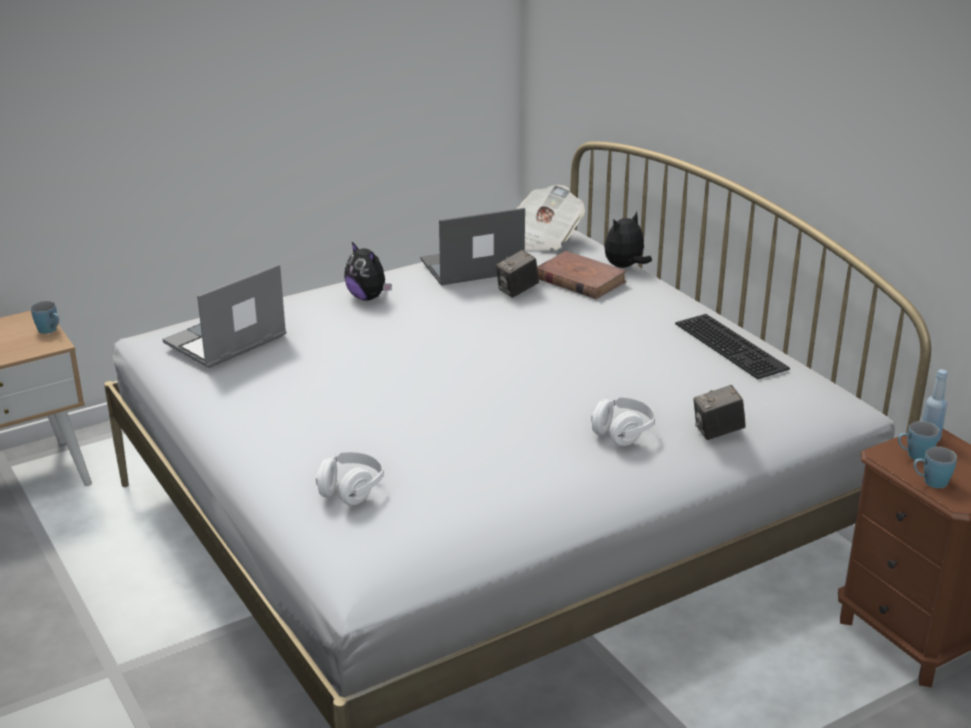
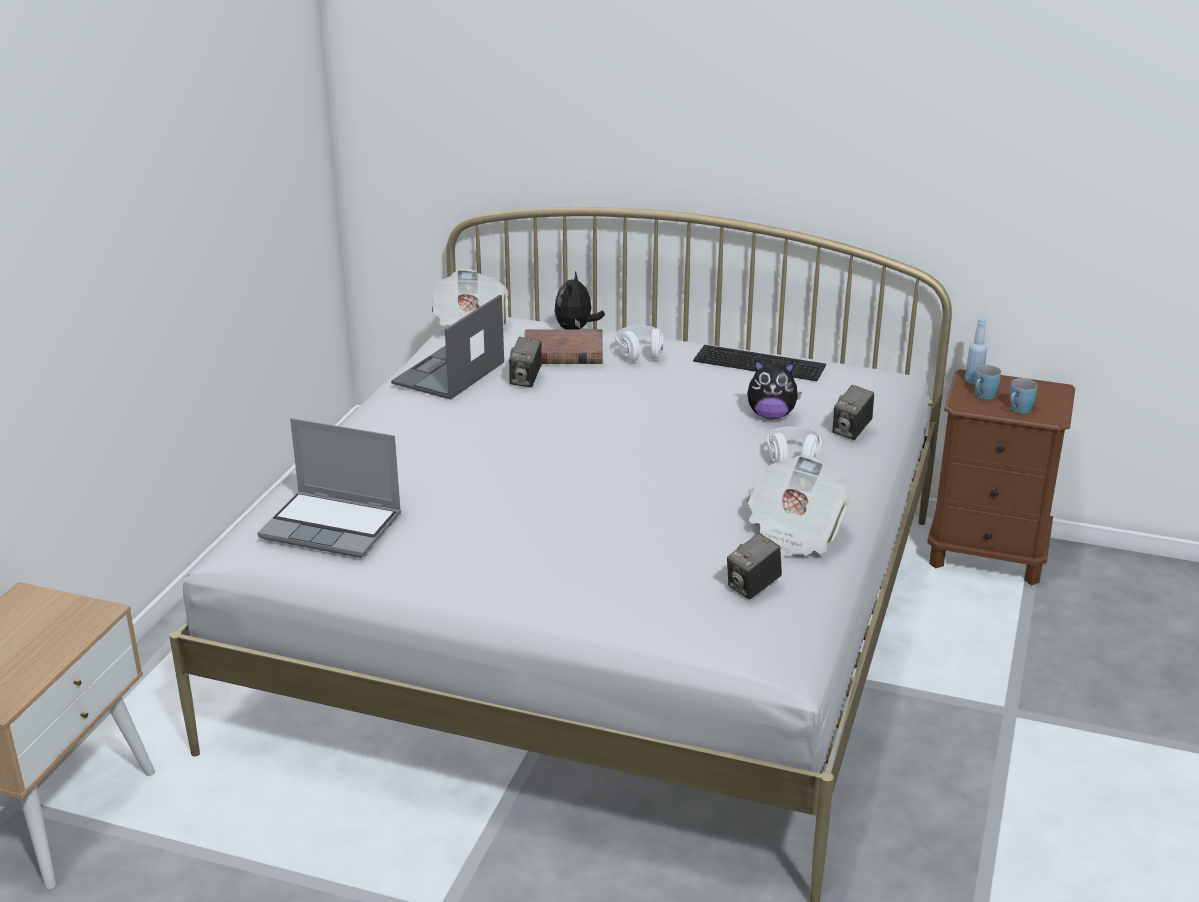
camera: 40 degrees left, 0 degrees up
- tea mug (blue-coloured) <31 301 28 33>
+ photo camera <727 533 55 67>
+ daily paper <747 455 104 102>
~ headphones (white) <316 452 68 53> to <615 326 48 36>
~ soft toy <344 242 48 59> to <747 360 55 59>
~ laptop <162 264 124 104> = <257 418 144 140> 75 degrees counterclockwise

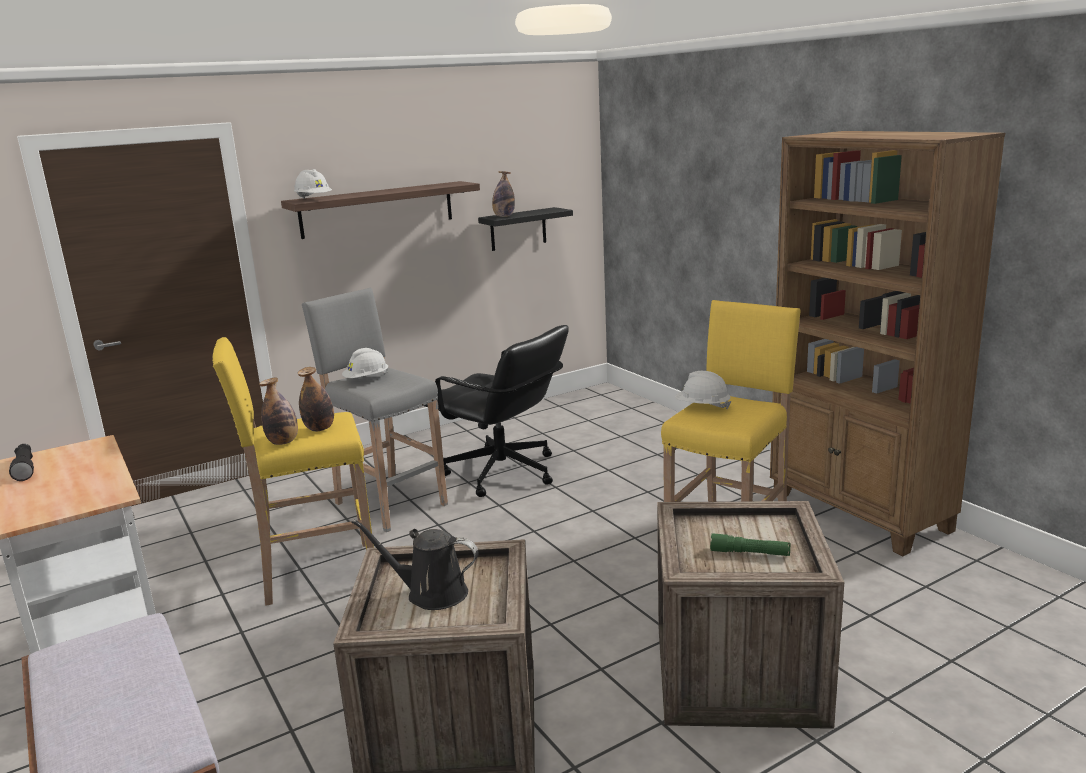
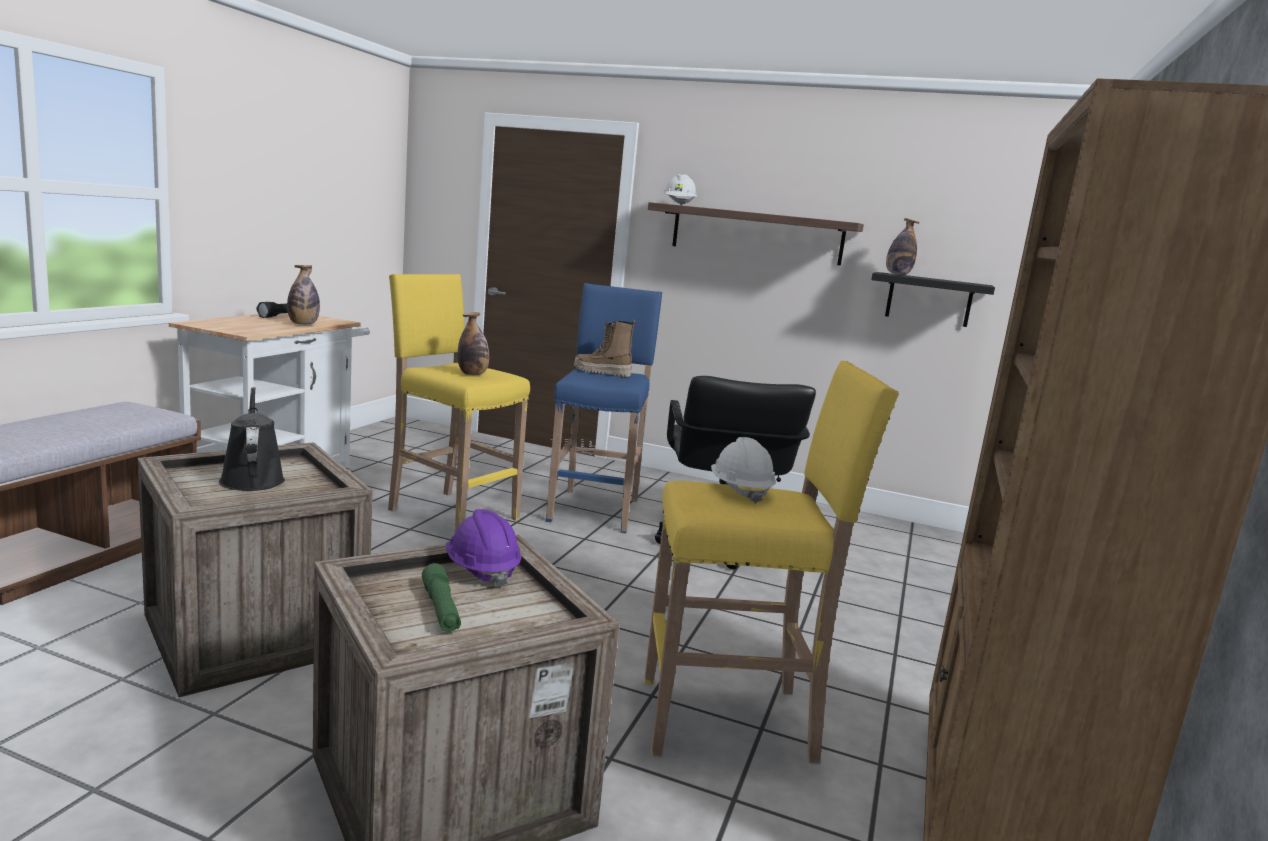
camera: 50 degrees right, 5 degrees down
+ safety helmet (purplish) <446 509 75 79>
~ bottle <259 377 39 68> to <287 265 33 60>
~ safety helmet (white) <342 348 46 30> to tall boot <574 320 61 57>
~ stool (greyish) <302 288 146 244> to stool (blue-coloured) <546 283 116 250>

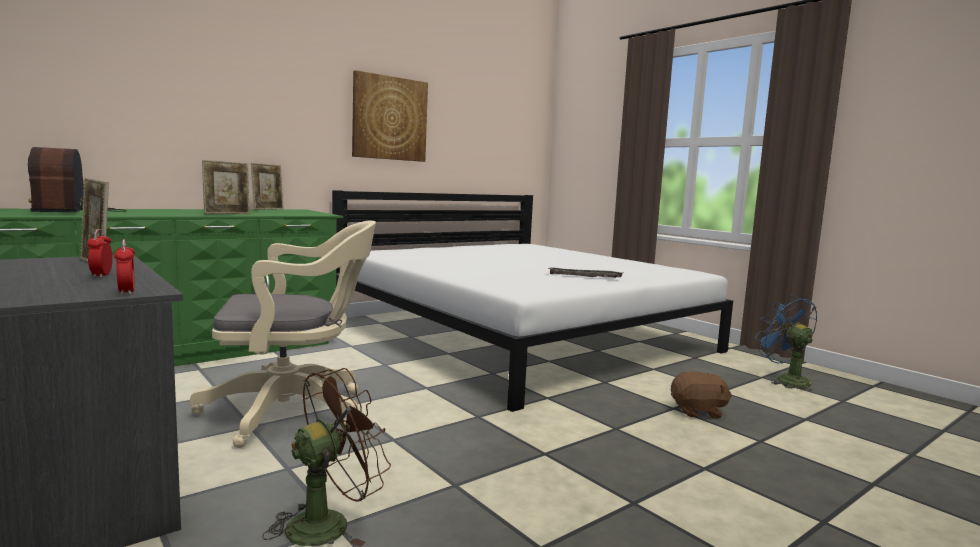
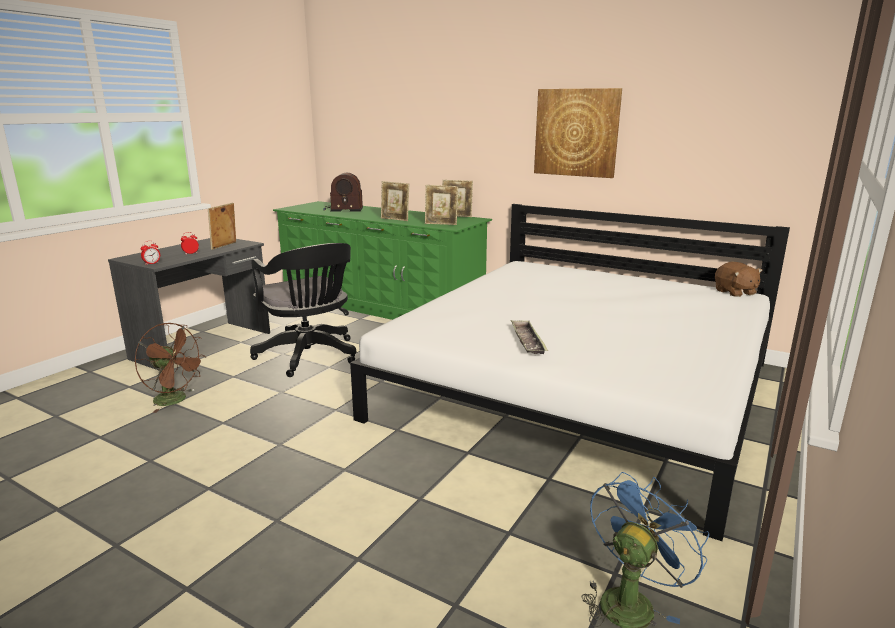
camera: 70 degrees right, 10 degrees up
+ standing frame <425 185 33 40>
~ soft toy (brown) <671 372 61 46> to <715 261 47 36>
~ desk chair (beige-coloured) <190 221 186 227> to desk chair (black-coloured) <250 243 107 134>
~ radio set <28 147 99 65> = <323 173 40 38> 135 degrees counterclockwise

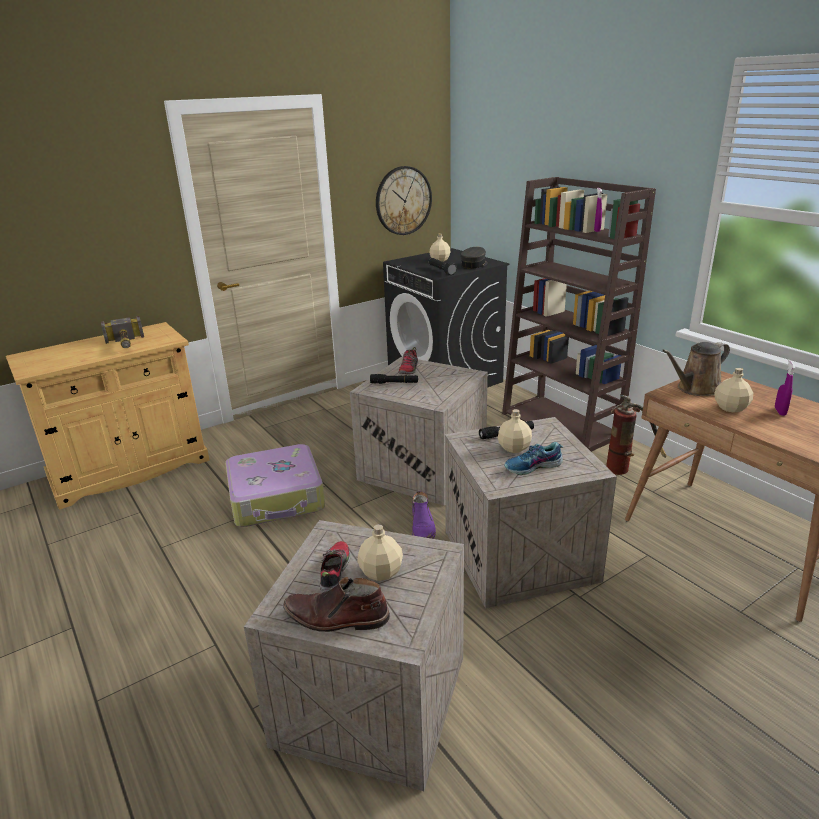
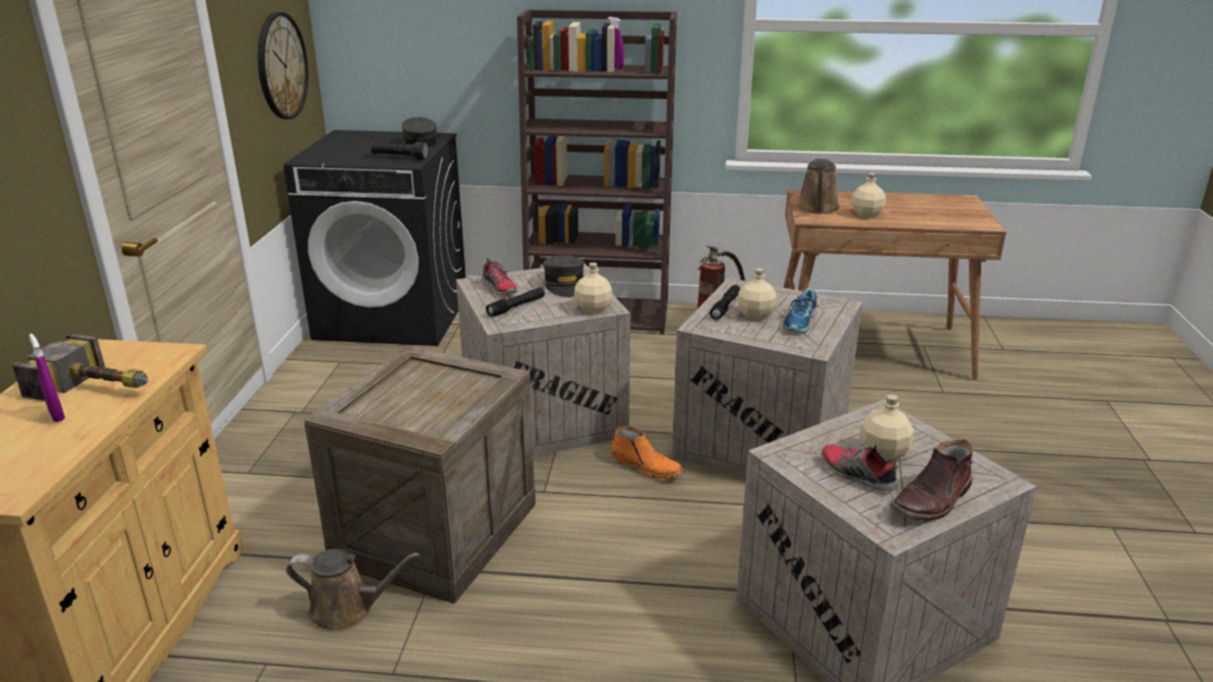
camera: 50 degrees left, 0 degrees up
+ watering pot (brown) <286 549 134 83>
+ cap (greyish) <543 255 41 42>
~ bottle (beige-coloured) <430 233 20 29> to <574 262 39 51>
~ spray bottle (purplish) <775 360 21 56> to <29 334 36 88>
~ piece of luggage <225 444 100 83> to shipping crate <304 346 232 258>
~ tall boot (purplish) <412 491 24 48> to tall boot (orange-coloured) <610 426 74 53>

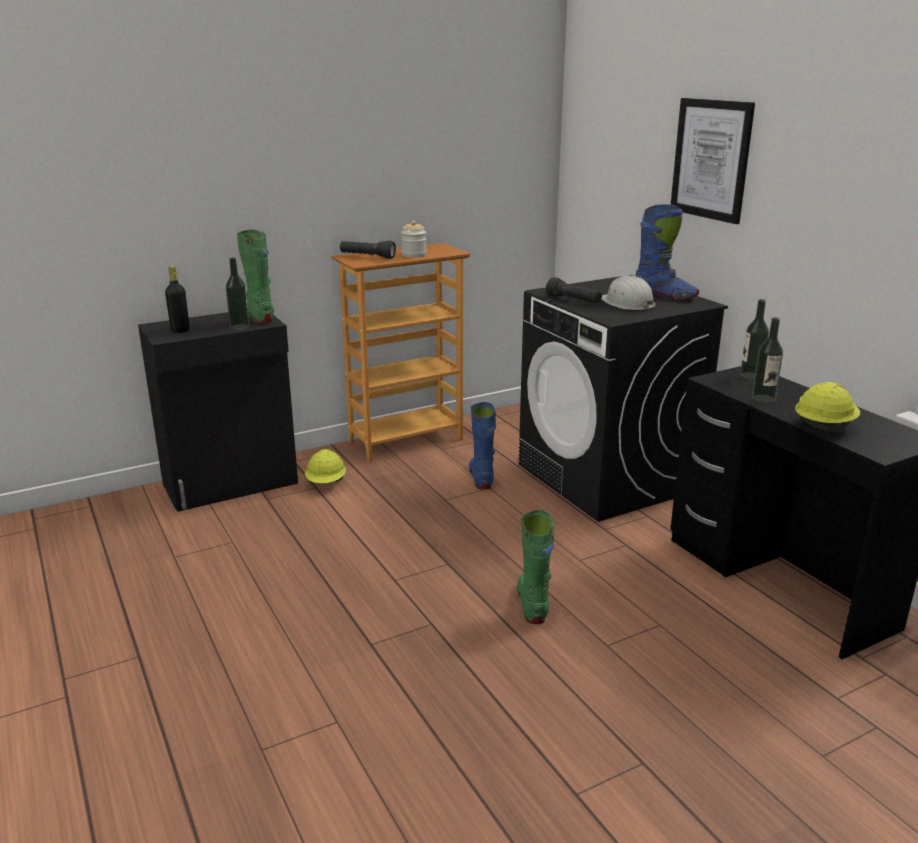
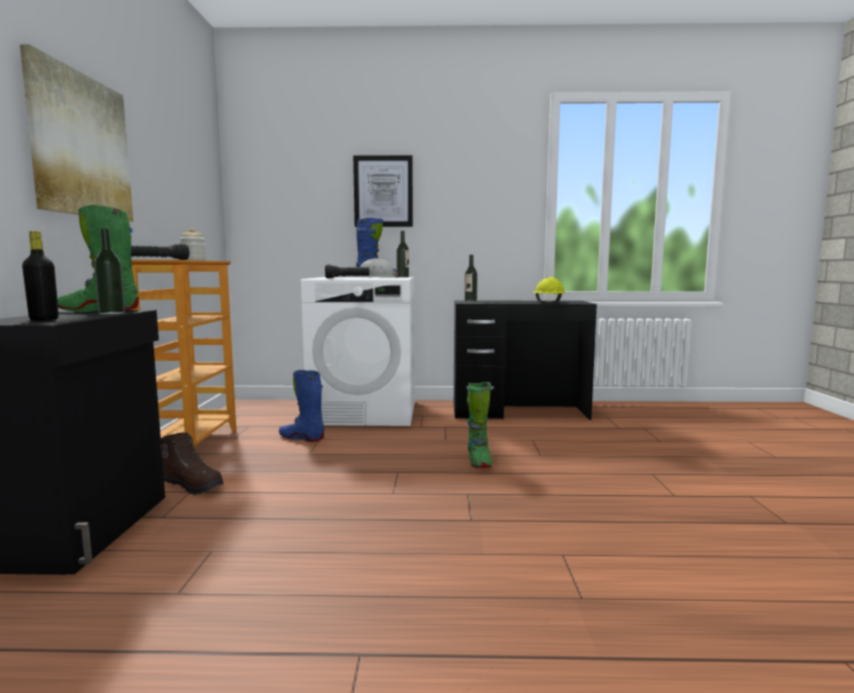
camera: 60 degrees left, 15 degrees down
+ wall art <20 44 113 178>
~ bottle <752 318 31 85> to <396 231 13 47>
~ safety helmet (yellow-coloured) <305 449 41 34> to tall boot (brown) <161 432 63 63>
~ washing machine (black-coloured) <519 275 209 247> to washing machine (white) <301 277 114 149>
~ tall boot (green-coloured) <517 510 37 114> = <467 382 25 86> 120 degrees counterclockwise

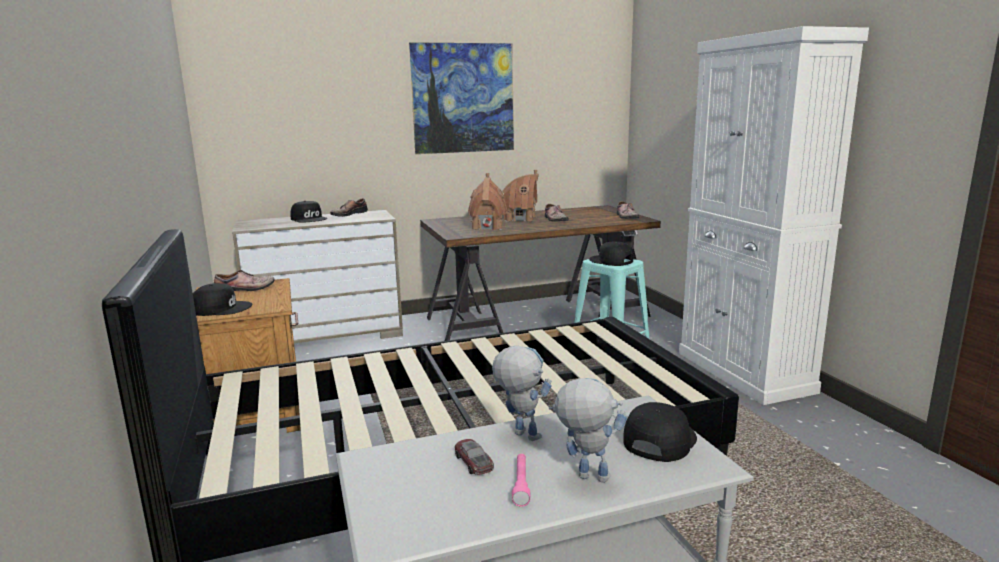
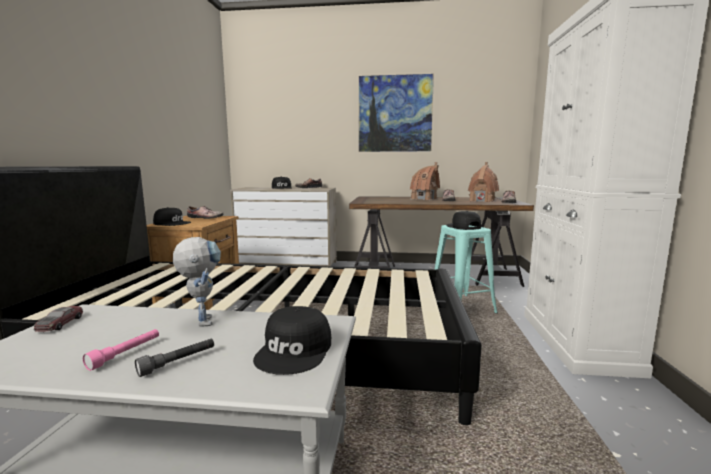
camera: 25 degrees right, 5 degrees down
~ model car <455 439 39 36> to <34 306 49 26>
~ miniature house <468 173 40 57> to <468 162 31 40>
~ robot figure <549 378 78 105> to hand torch (greyish) <135 339 79 38>
~ cap (black-coloured) <623 402 74 60> = <253 306 78 69> 135 degrees clockwise

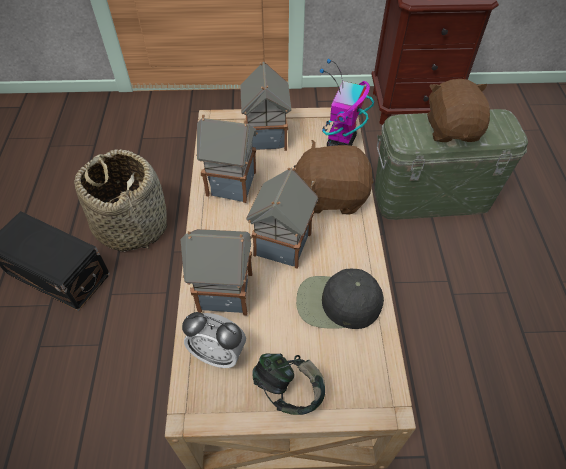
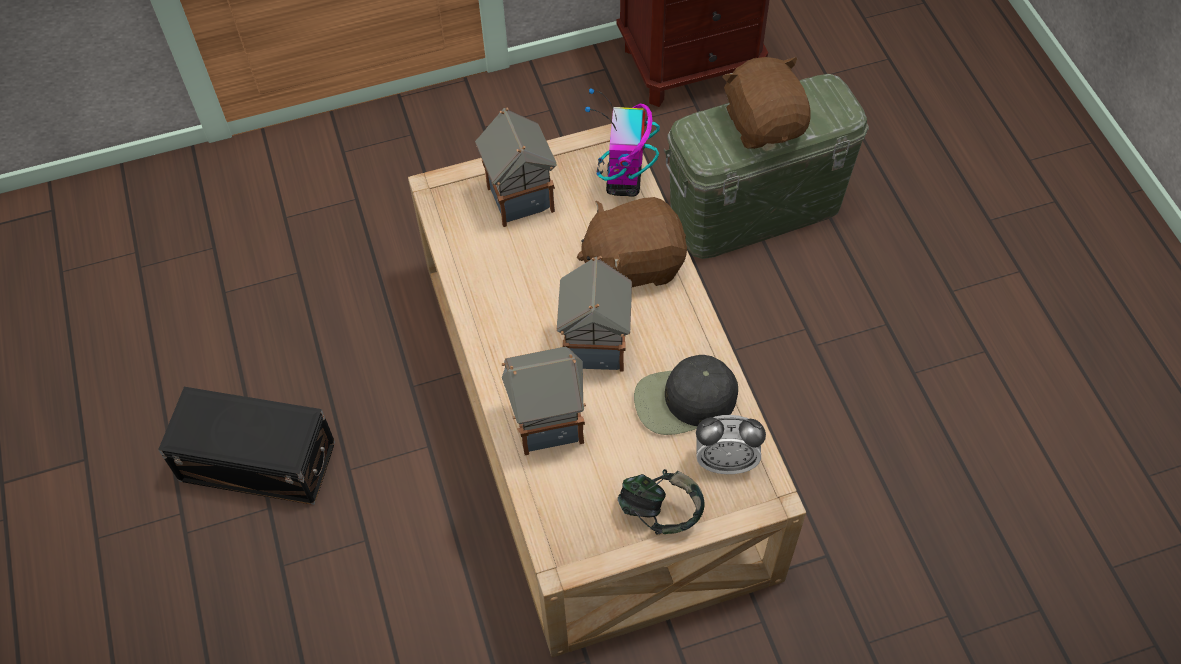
camera: 15 degrees left, 5 degrees up
- basket <74 149 93 102>
- miniature house <196 115 62 88>
~ table clock <182 312 64 56> to <696 415 70 59>

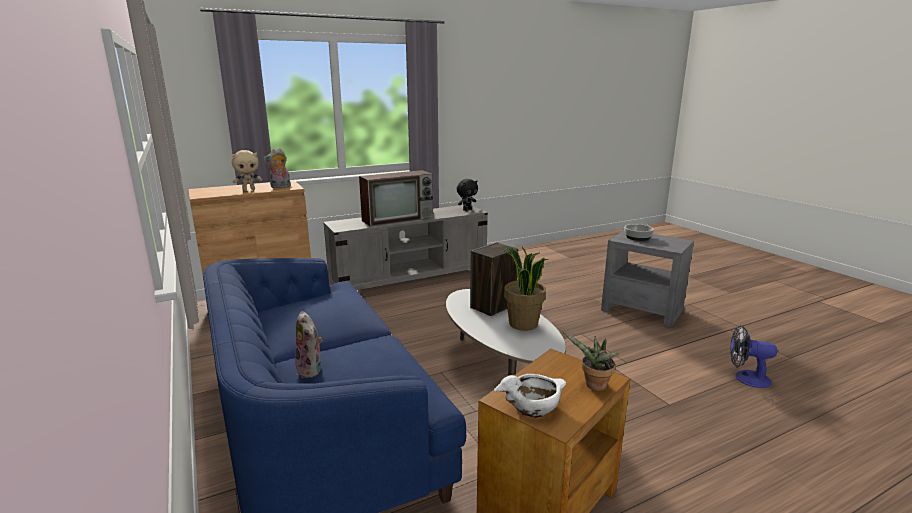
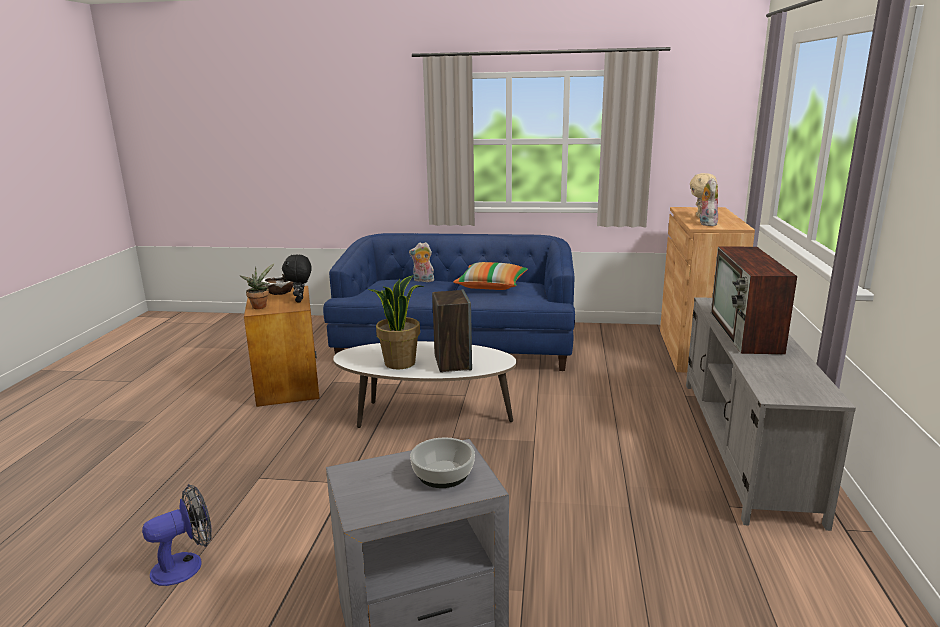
camera: 125 degrees right, 0 degrees up
+ pillow <453 262 75 28>
~ soft toy (black-coloured) <457 179 21 32> to <282 255 29 48>

